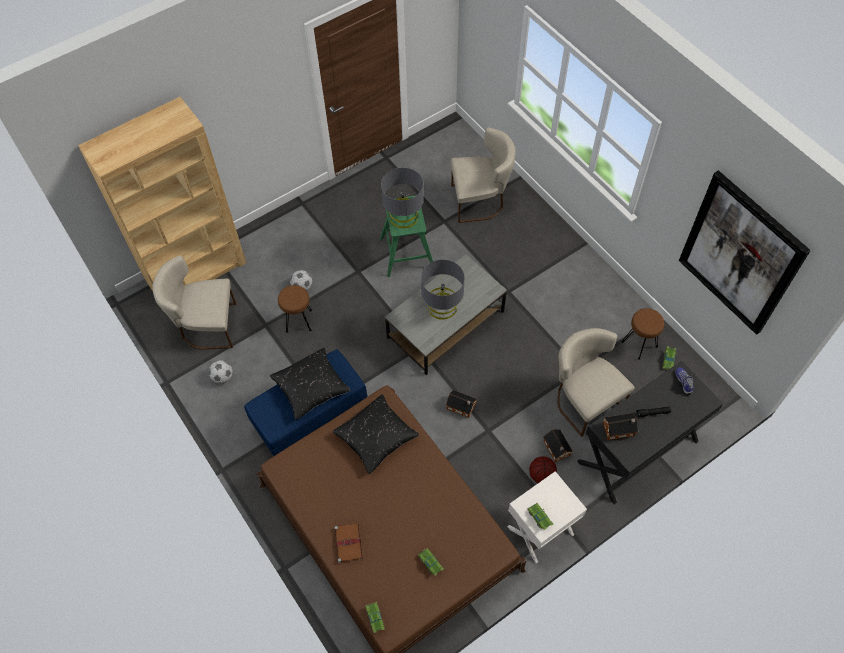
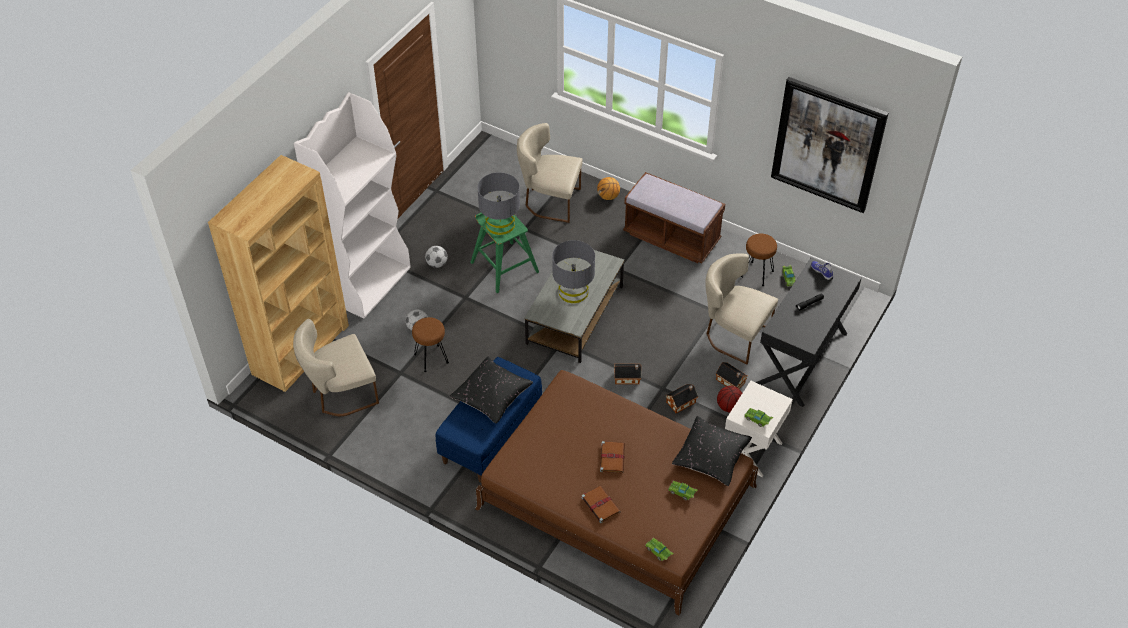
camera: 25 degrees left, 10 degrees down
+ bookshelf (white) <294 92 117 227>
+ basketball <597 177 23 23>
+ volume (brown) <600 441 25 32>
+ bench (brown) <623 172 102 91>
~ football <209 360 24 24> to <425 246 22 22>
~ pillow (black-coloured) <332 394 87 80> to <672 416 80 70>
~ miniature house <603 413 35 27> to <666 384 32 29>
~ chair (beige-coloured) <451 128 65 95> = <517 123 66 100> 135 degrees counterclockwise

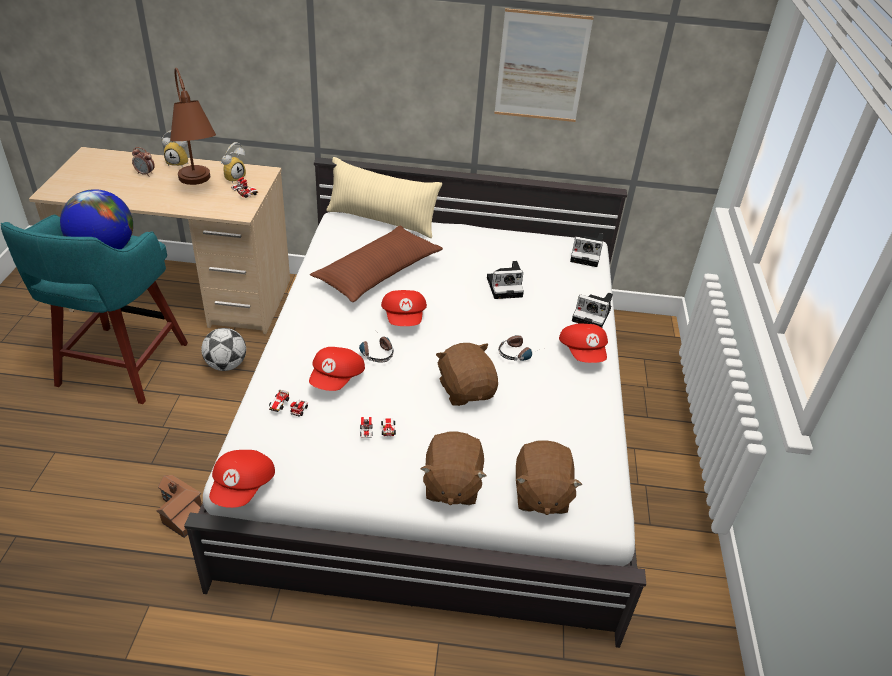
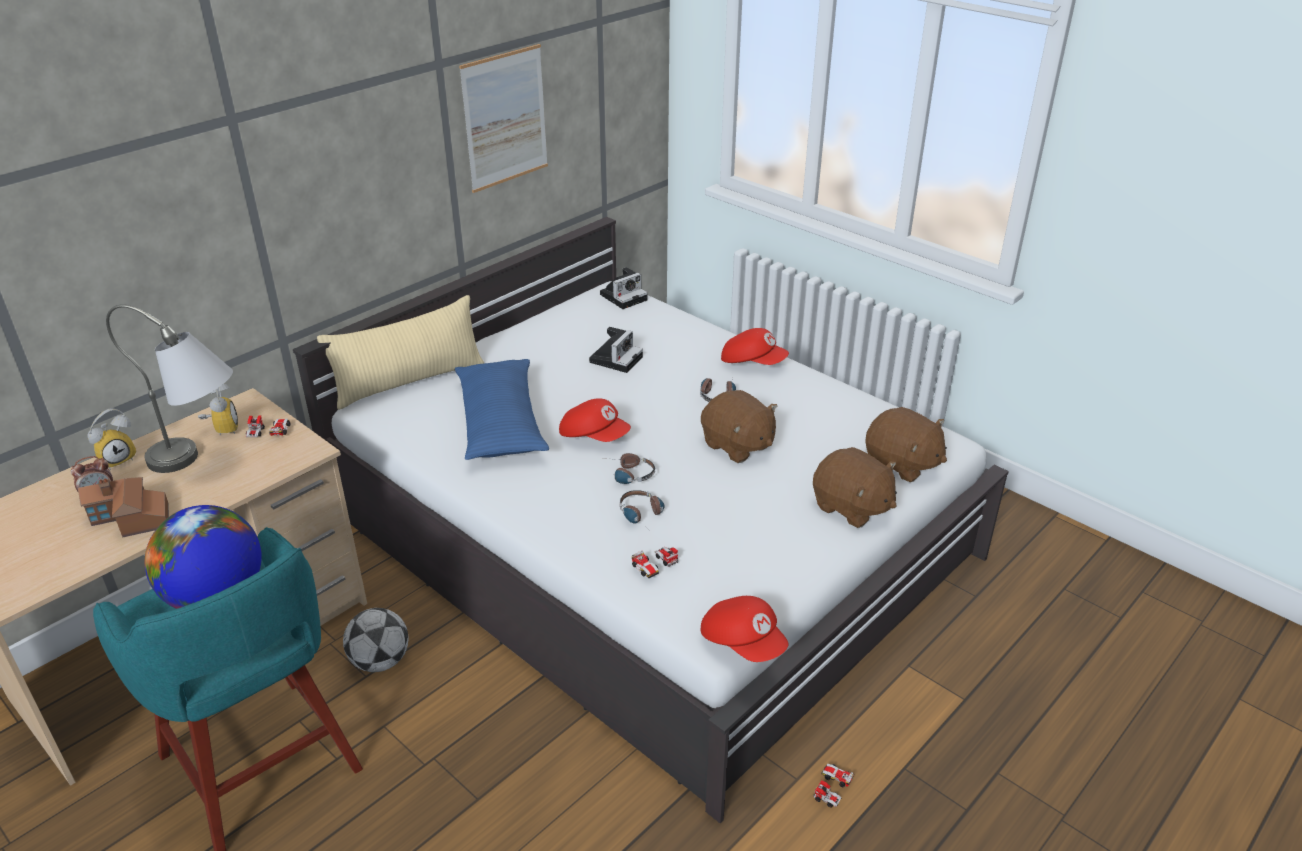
camera: 50 degrees left, 5 degrees down
- photo camera <572 293 41 35>
~ miniature house <157 475 45 63> to <78 477 91 60>
~ model car <360 417 36 21> to <813 764 41 44>
~ cap (red-coloured) <309 347 56 44> to headphones <620 490 45 36>
~ tabletop lamp (brown) <170 68 46 117> to tabletop lamp (greyish) <106 304 127 169>
~ pillow (brown) <310 226 133 76> to pillow (blue-coloured) <455 359 94 101>
~ soft toy (brown) <436 343 62 63> = <701 390 77 73> 150 degrees counterclockwise

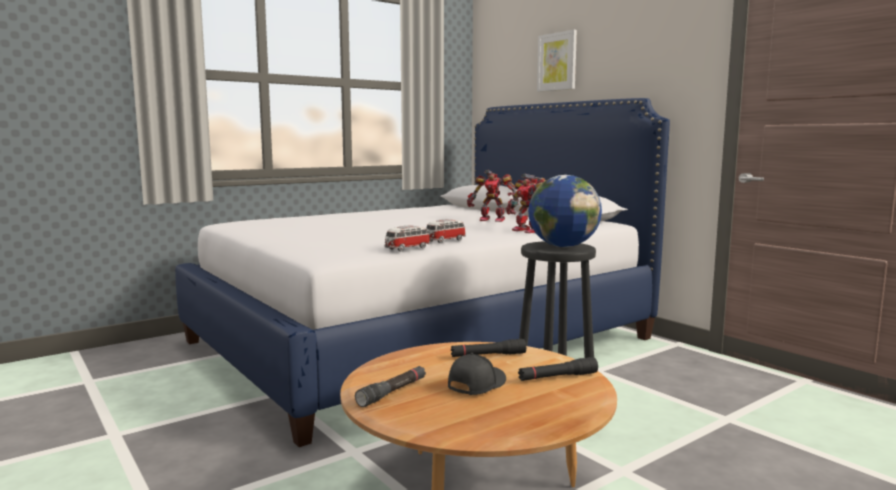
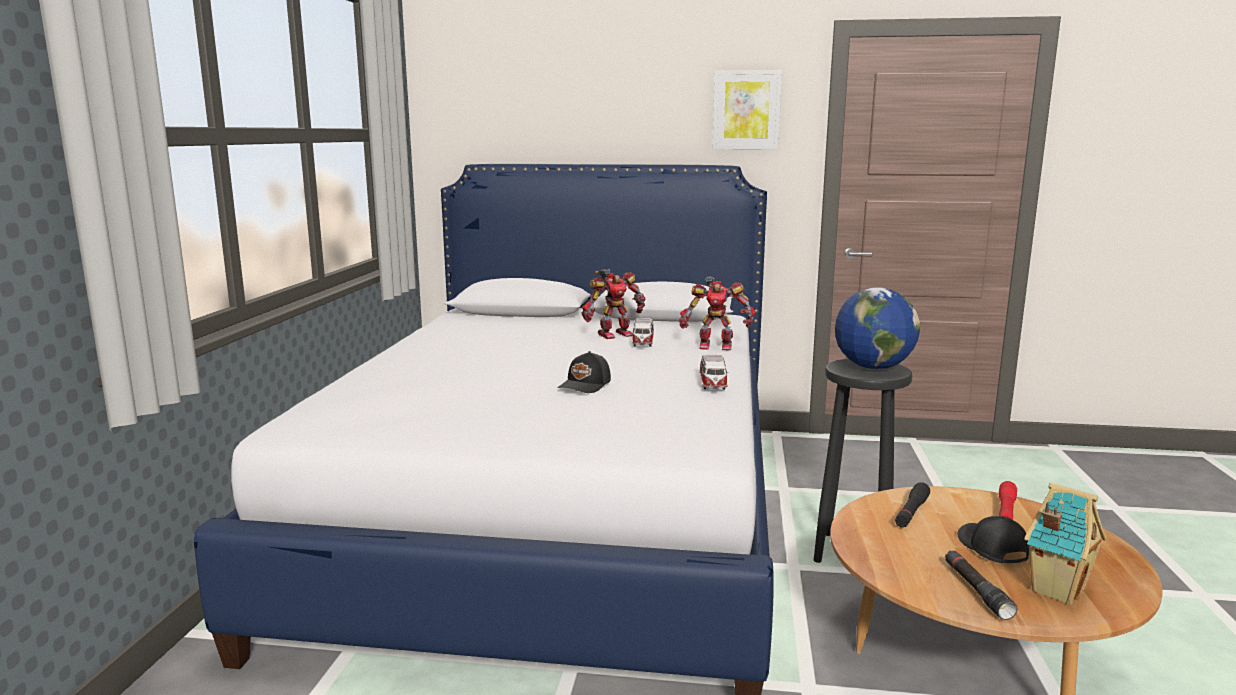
camera: 45 degrees left, 5 degrees up
+ cap (black-coloured) <558 351 53 42>
+ miniature house <1024 483 82 122>
~ model car <384 225 46 27> to <632 318 22 29>
~ wall art <537 30 40 62> to <713 70 69 79>
~ hand torch (black-coloured) <518 357 80 24> to hand torch (red-coloured) <999 481 18 39>

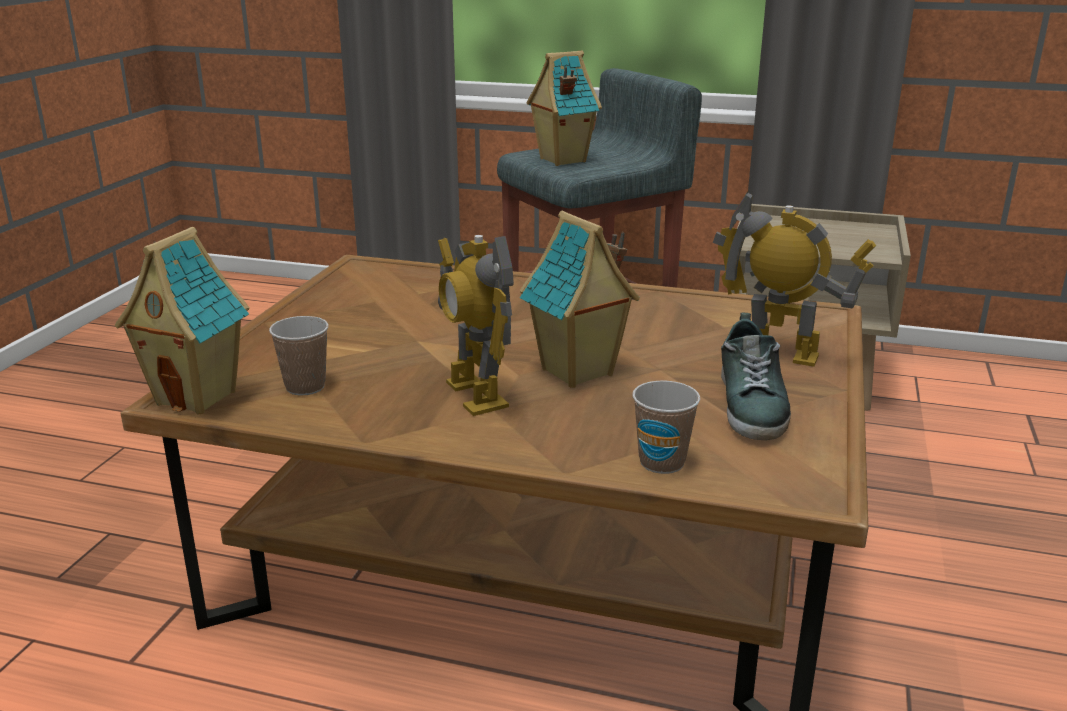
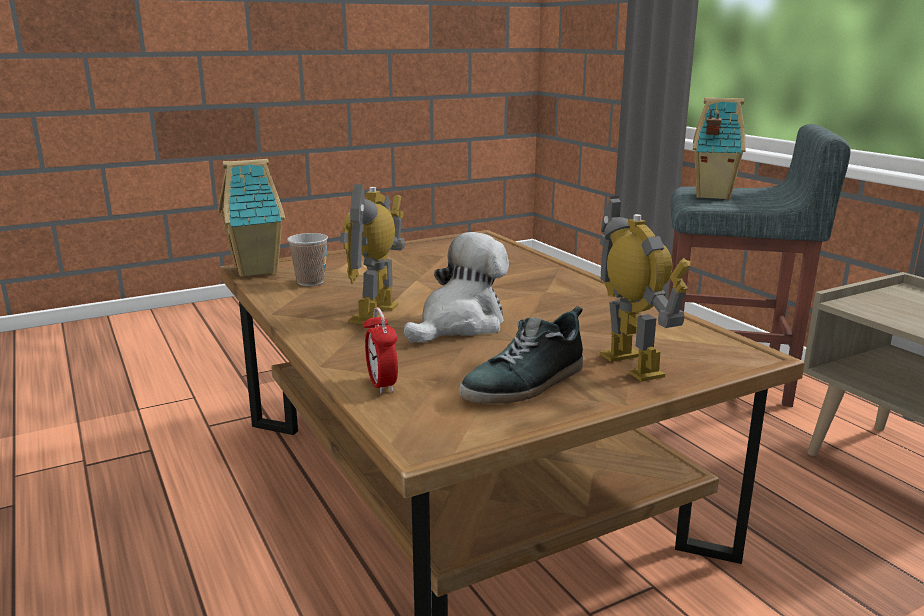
camera: 45 degrees right, 5 degrees down
~ miniature house <520 211 120 177> to soft toy <404 232 105 111>
~ small cup <633 381 67 93> to table clock <363 307 35 87>

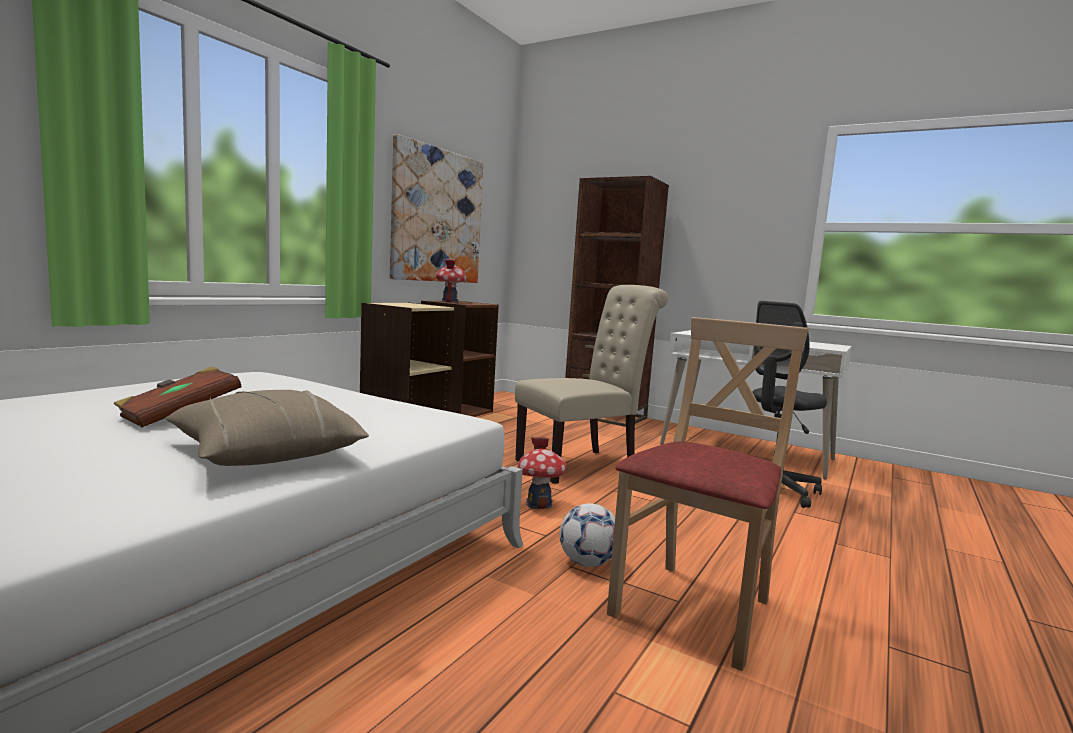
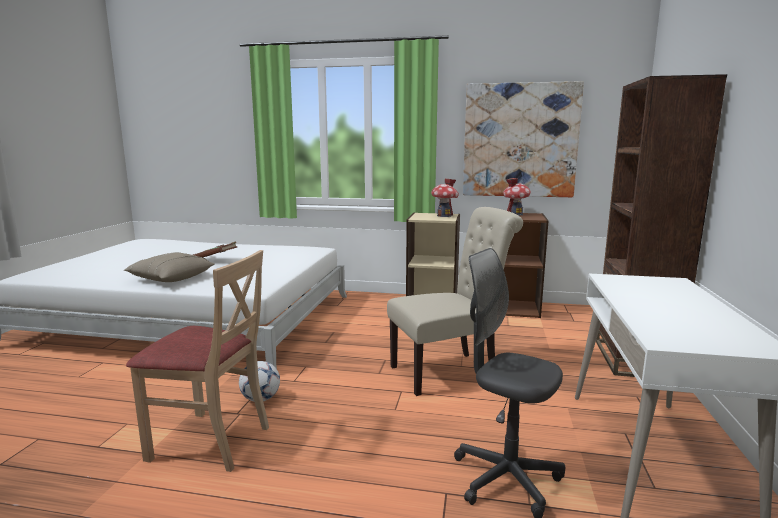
camera: 70 degrees right, 5 degrees up
~ miniature house <517 437 49 72> to <431 179 28 38>
~ chair (beige-coloured) <515 285 153 199> = <387 207 136 189> 60 degrees counterclockwise

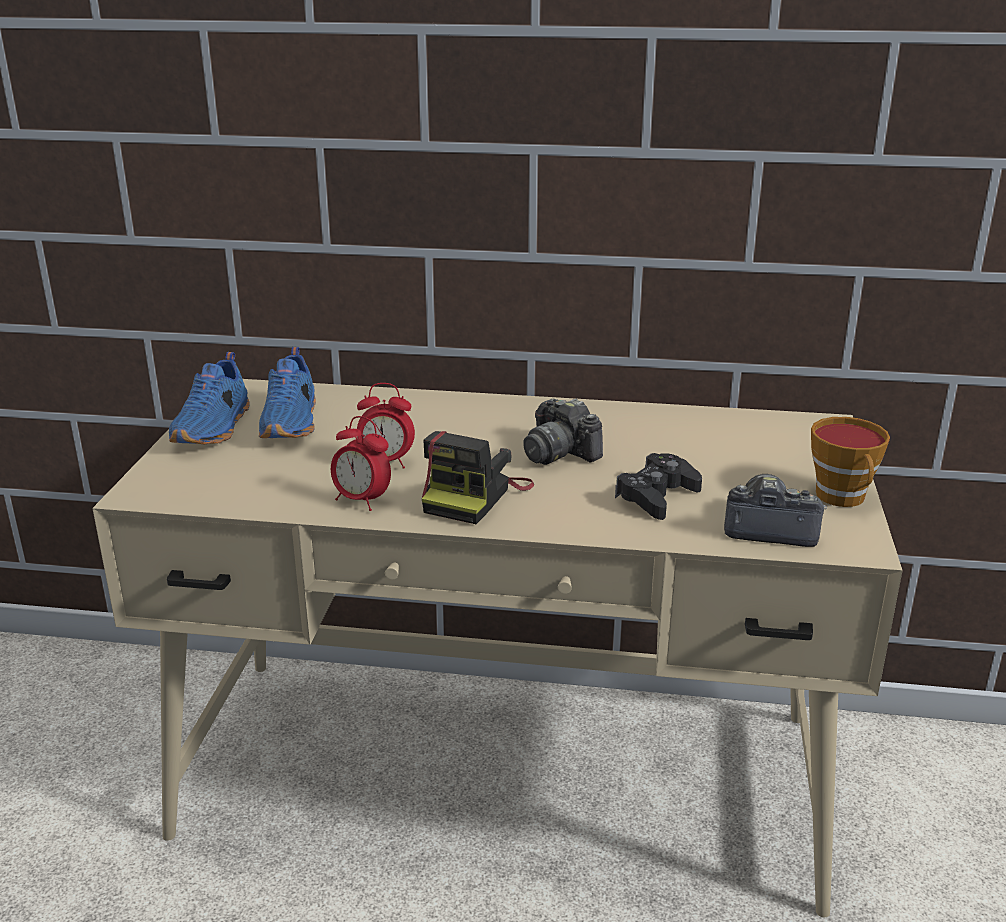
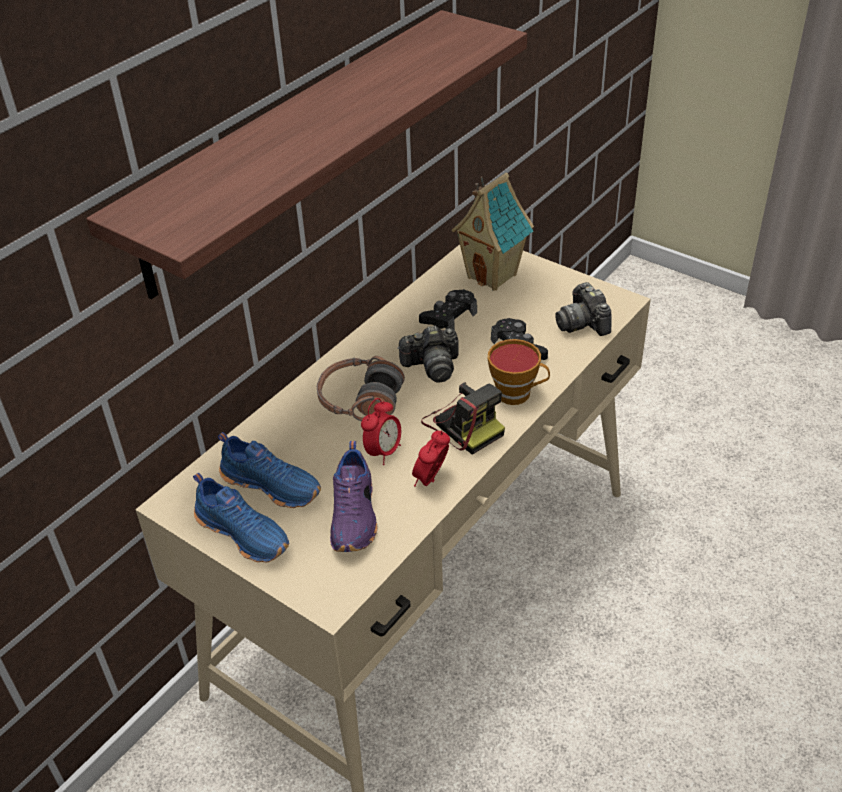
camera: 60 degrees left, 15 degrees up
+ wall shelf <86 10 441 289>
+ headphones <317 356 88 65>
+ item of footwear (purplish) <330 441 48 111>
+ game controller (black-coloured) <419 289 58 42>
+ miniature house <452 173 82 118>
~ small cup <811 417 79 90> to <487 339 63 66>
~ table clock <331 416 60 95> = <412 431 38 56> 150 degrees clockwise
~ photo camera <724 474 103 73> = <555 282 57 54> 60 degrees counterclockwise

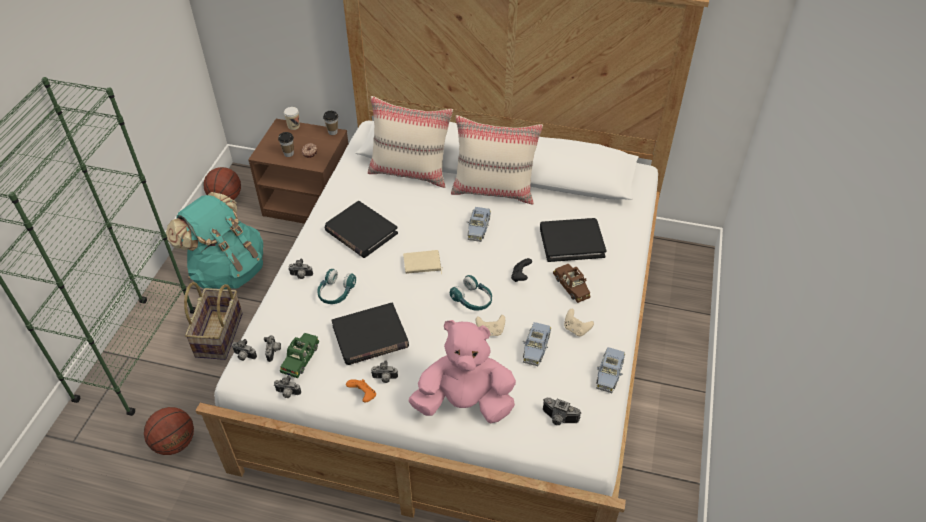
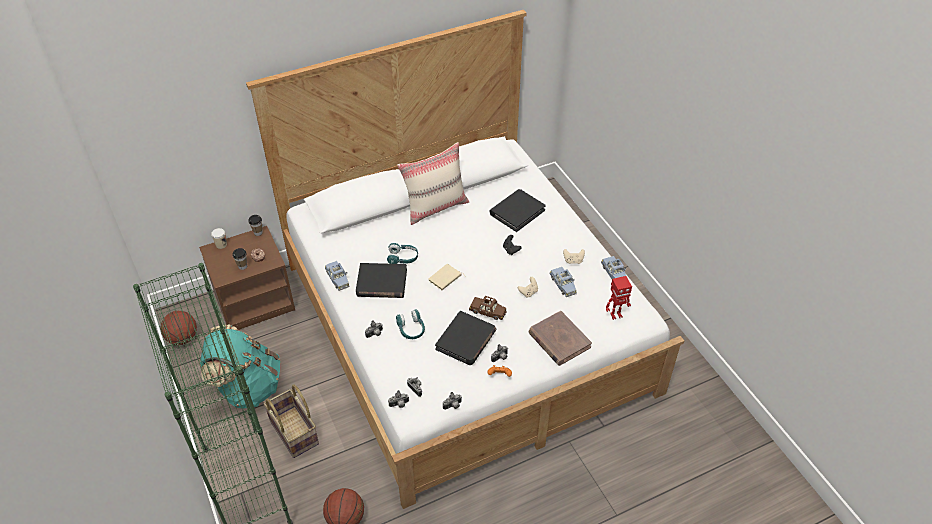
camera: 40 degrees left, 0 degrees up
- model car (green-coloured) <280 333 39 45>
- pillow (beige-coloured) <368 96 85 92>
~ headphones (turquoise-coloured) <450 275 42 36> to <387 243 31 21>
~ model car (blue-coloured) <467 207 24 35> to <325 261 25 30>
~ model car (brown) <553 264 37 39> to <469 296 38 24>
~ soft toy (pinkish) <409 320 107 104> to volume (brown) <529 311 63 55>
~ photo camera <543 398 38 27> to robot figure <606 276 26 44>

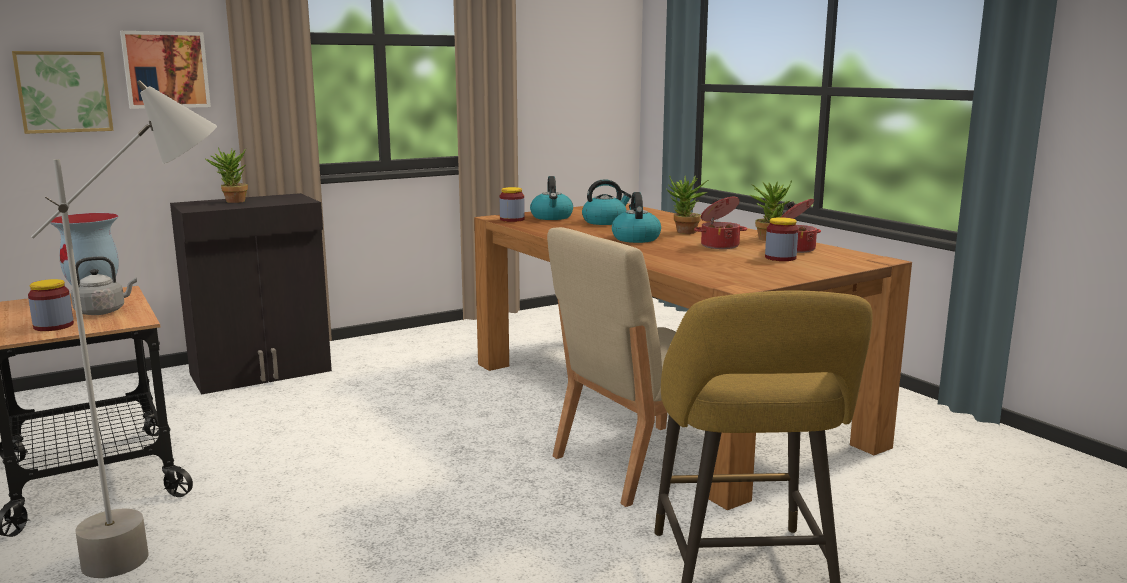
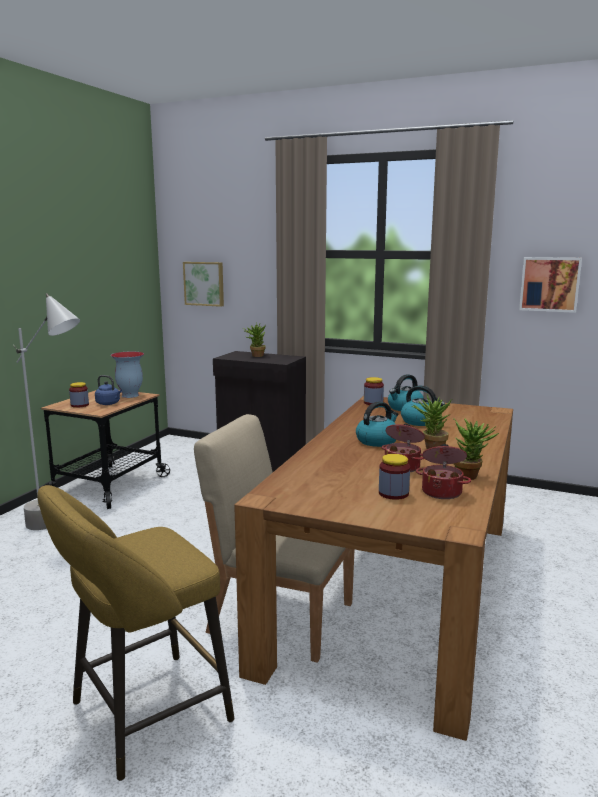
camera: 55 degrees right, 0 degrees up
~ wall art <120 31 91 78> to <519 257 63 56>
~ water kettle (greyish) <71 257 66 58> to water kettle (blue-coloured) <95 375 27 30>

